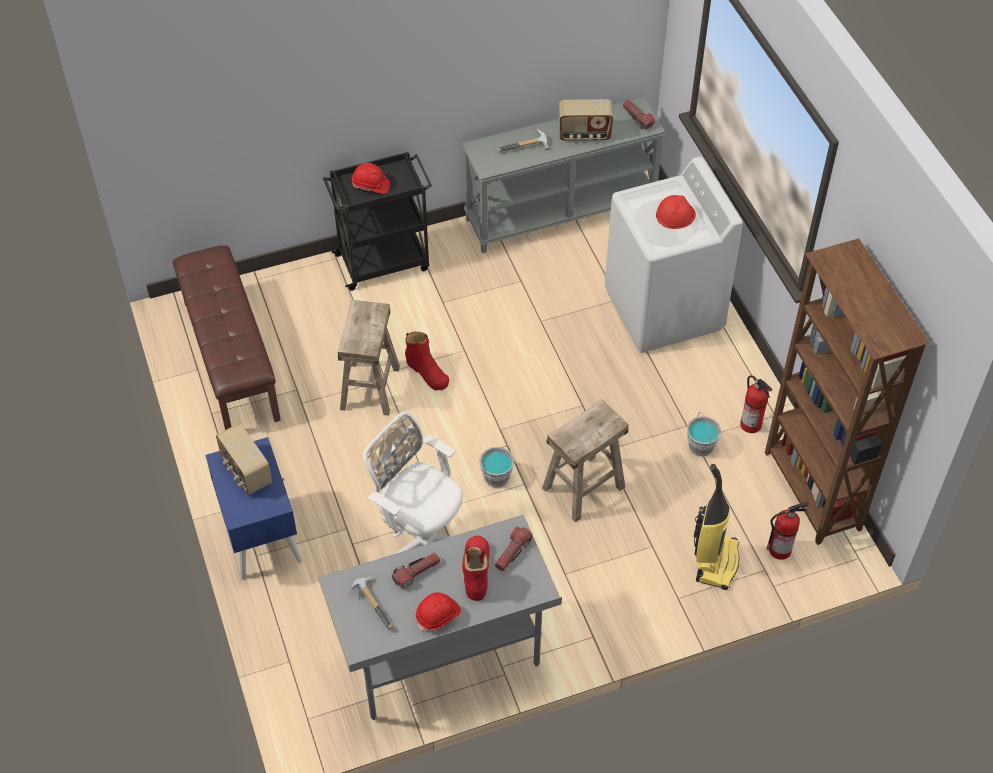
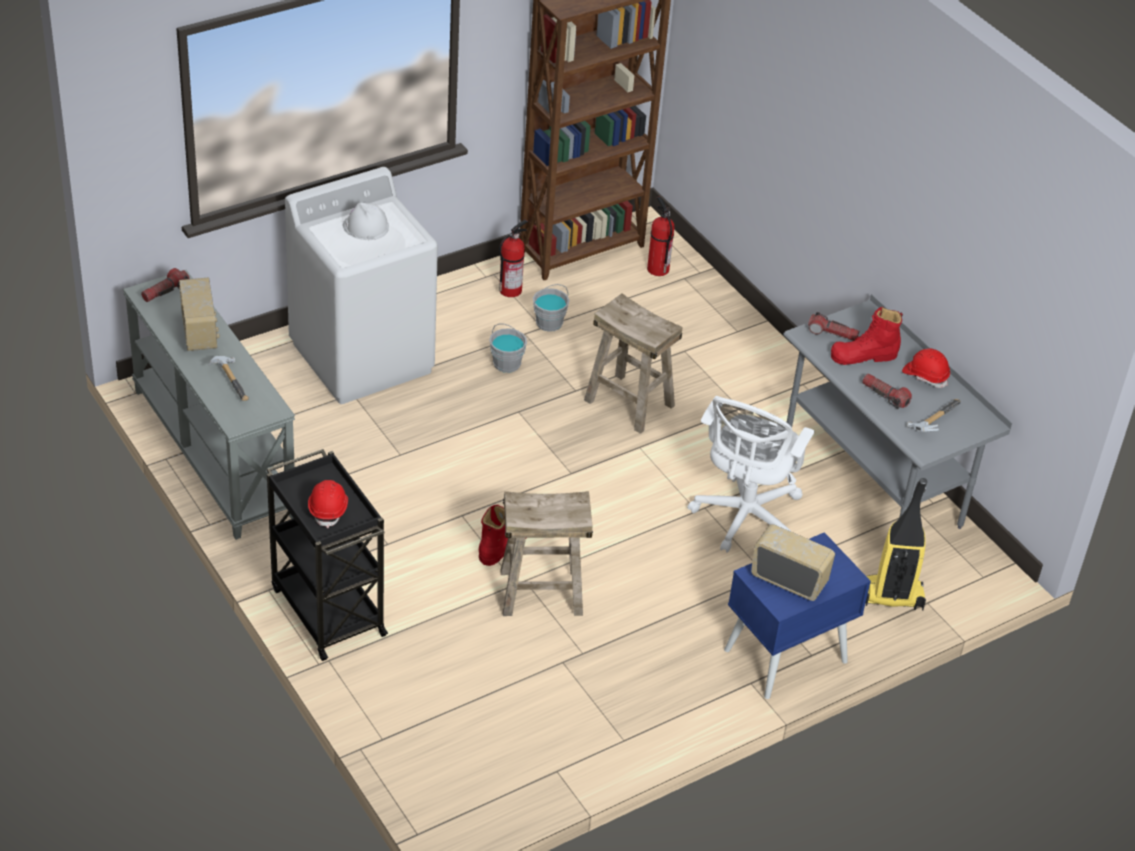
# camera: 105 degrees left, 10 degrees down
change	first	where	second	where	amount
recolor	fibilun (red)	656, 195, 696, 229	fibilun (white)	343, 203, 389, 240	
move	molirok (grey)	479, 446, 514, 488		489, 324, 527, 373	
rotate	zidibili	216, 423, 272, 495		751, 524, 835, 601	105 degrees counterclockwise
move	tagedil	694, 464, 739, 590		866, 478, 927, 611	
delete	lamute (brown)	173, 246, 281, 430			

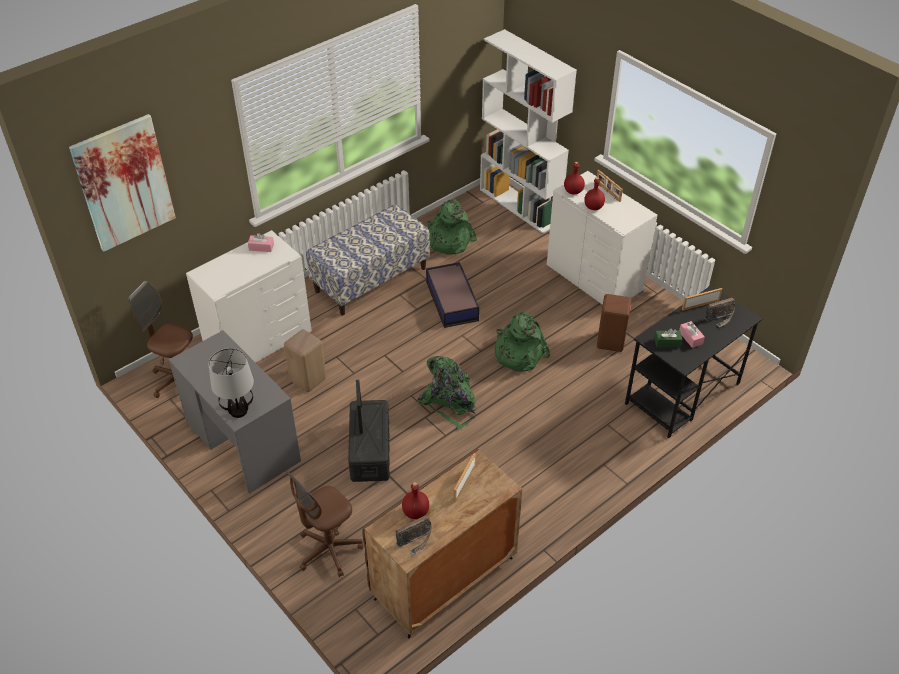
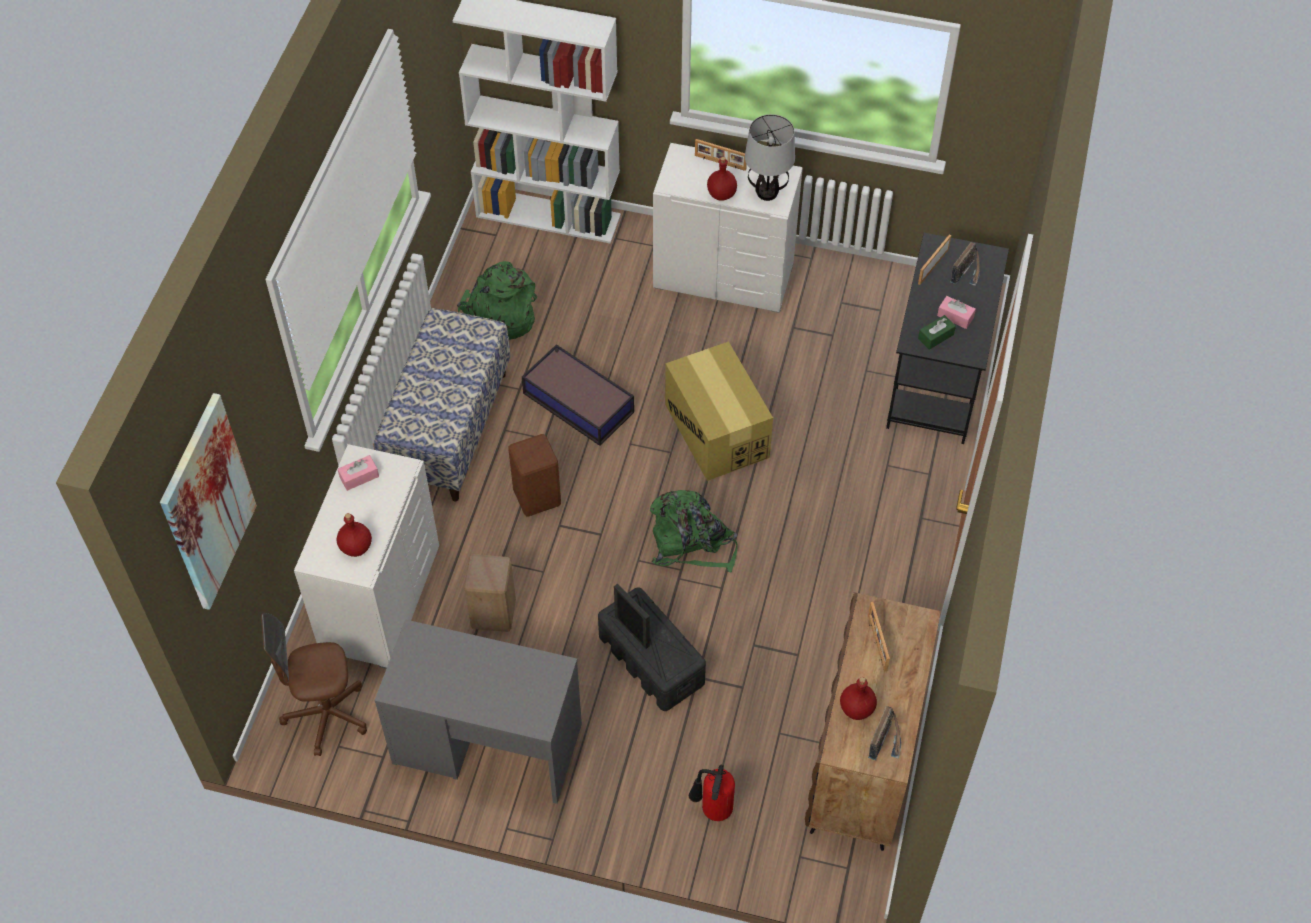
# camera: 35 degrees left, 10 degrees up
change	first	where	second	where	amount
move	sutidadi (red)	564, 162, 585, 195		337, 513, 372, 557	
move	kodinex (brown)	597, 294, 631, 352		508, 434, 561, 516	
replace	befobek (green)	495, 312, 550, 372	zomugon	665, 341, 773, 481	
replace	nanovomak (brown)	286, 471, 363, 577	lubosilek	689, 765, 735, 821	
move	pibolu	209, 348, 254, 418		745, 114, 795, 201	

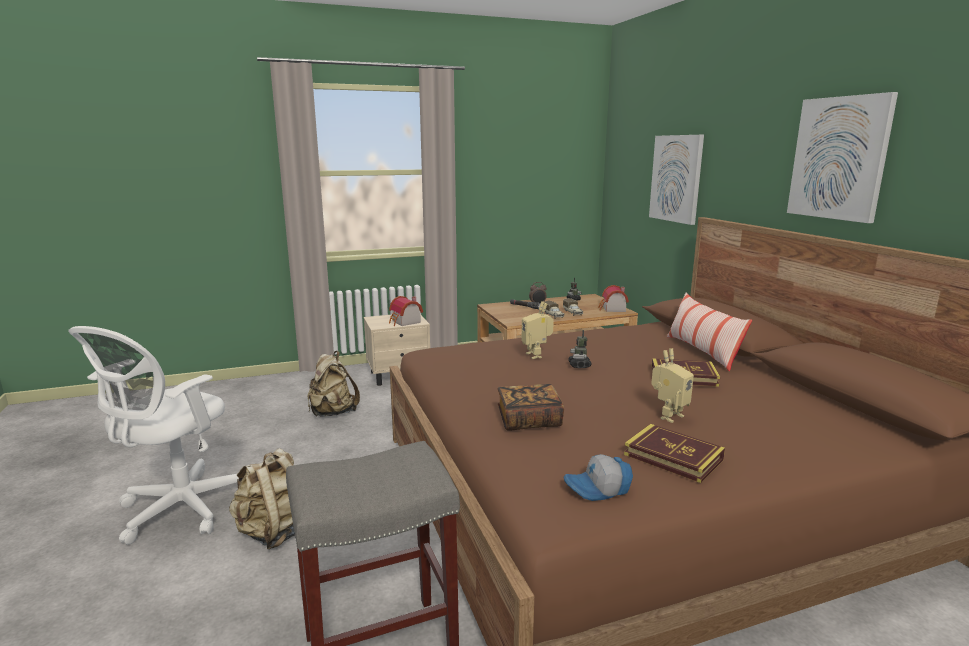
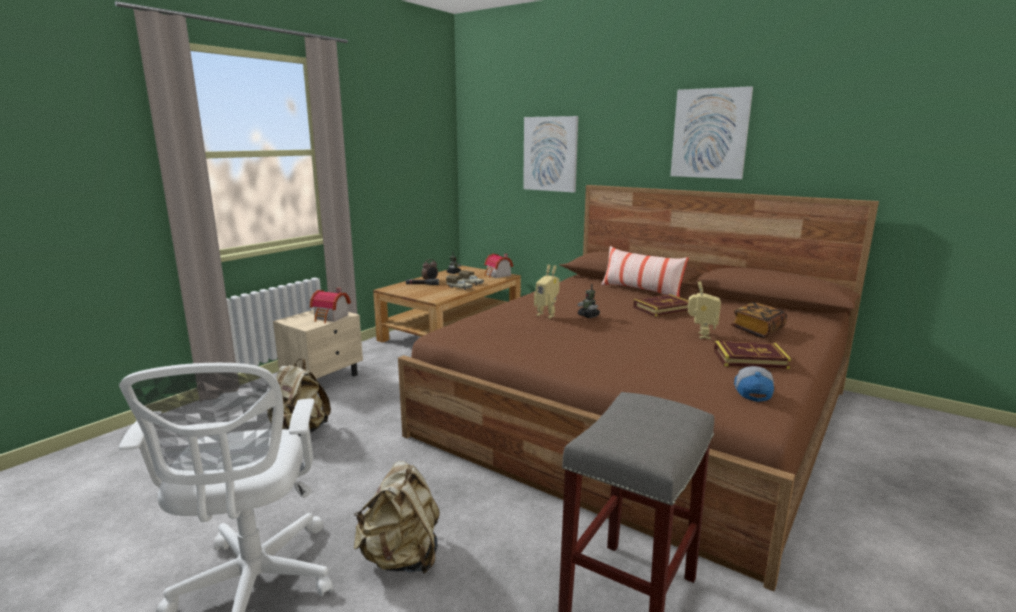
# camera: 35 degrees left, 0 degrees up
change	first	where	second	where	amount
move	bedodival	498, 384, 564, 431		731, 302, 787, 338	
rotate	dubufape	564, 454, 633, 501		734, 366, 774, 402	150 degrees clockwise

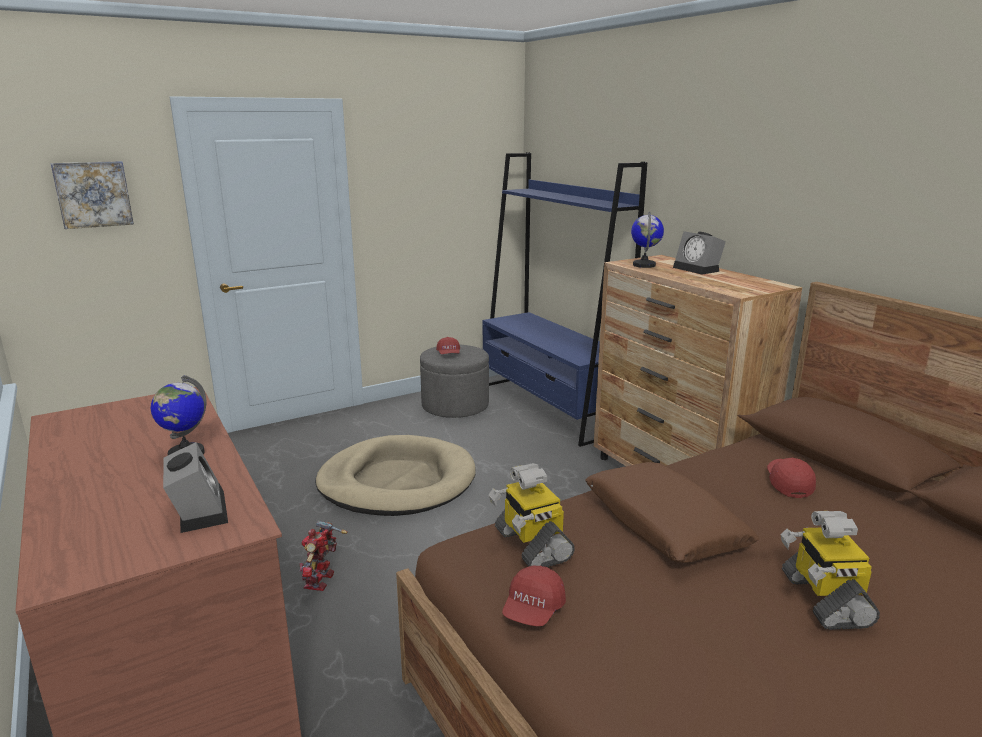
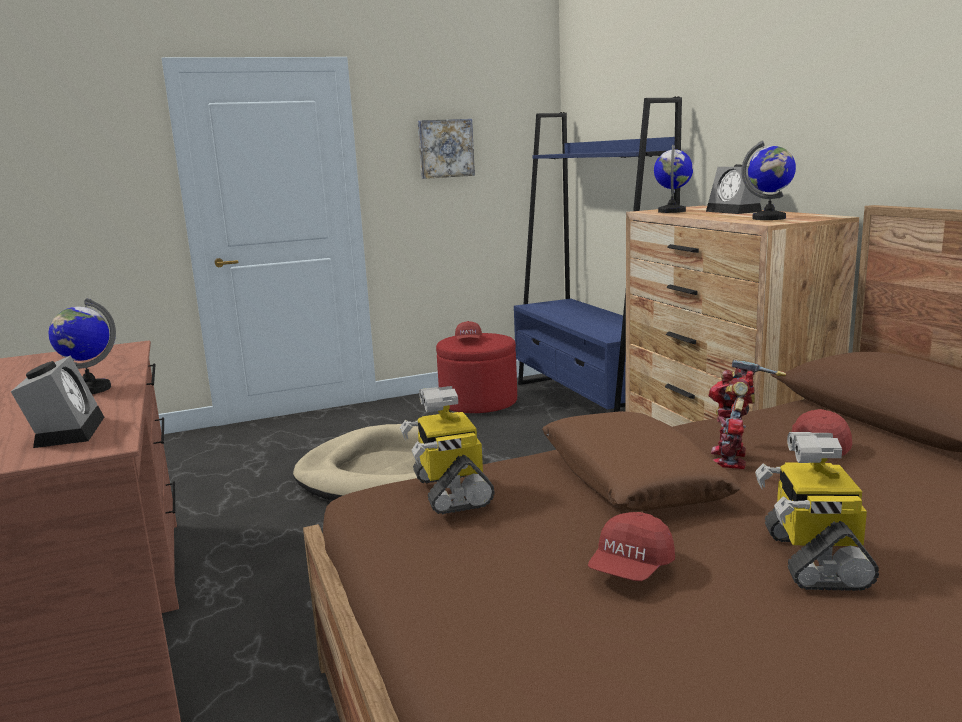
# camera: 10 degrees right, 5 degrees down
change	first	where	second	where	amount
move	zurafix	51, 161, 134, 229		418, 119, 475, 179	
recolor	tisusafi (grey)	420, 345, 489, 418	tisusafi (red)	436, 333, 517, 413	
move	dubufape (red)	502, 565, 566, 626		588, 512, 675, 581	
move	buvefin	299, 520, 347, 591		708, 359, 786, 469	
insert			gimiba	741, 140, 796, 220	

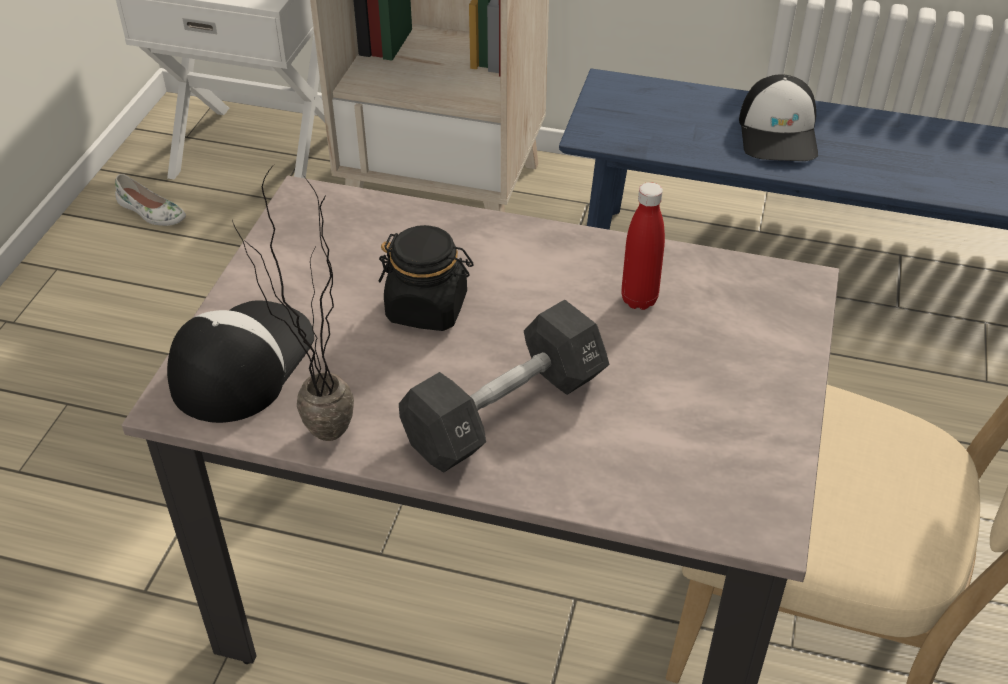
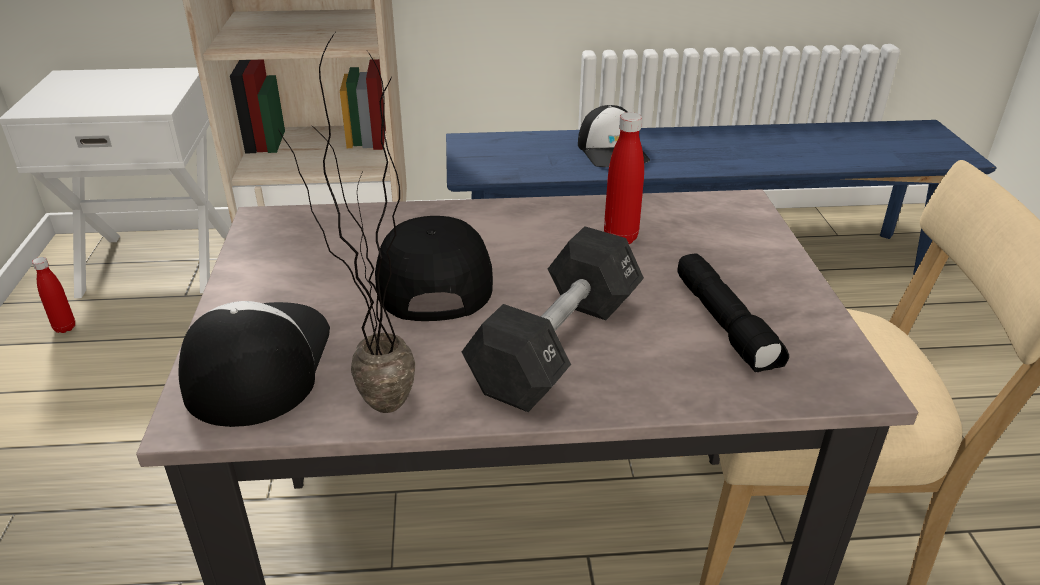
# camera: 20 degrees left, 10 degrees down
change	first	where	second	where	amount
replace	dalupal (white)	115, 174, 186, 226	sutidadi (red)	32, 257, 75, 333	
replace	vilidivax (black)	379, 225, 474, 331	dubufape (black)	375, 216, 493, 321	
insert			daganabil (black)	677, 254, 789, 372	

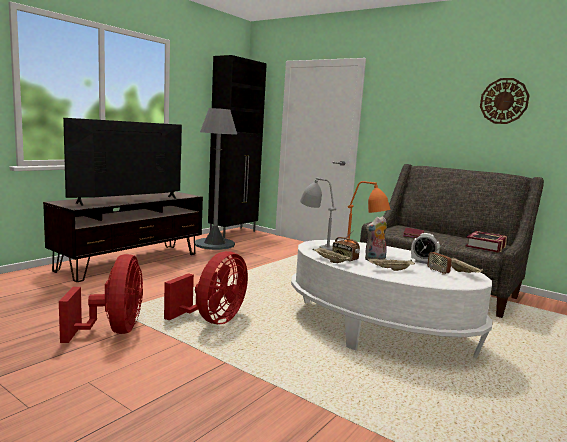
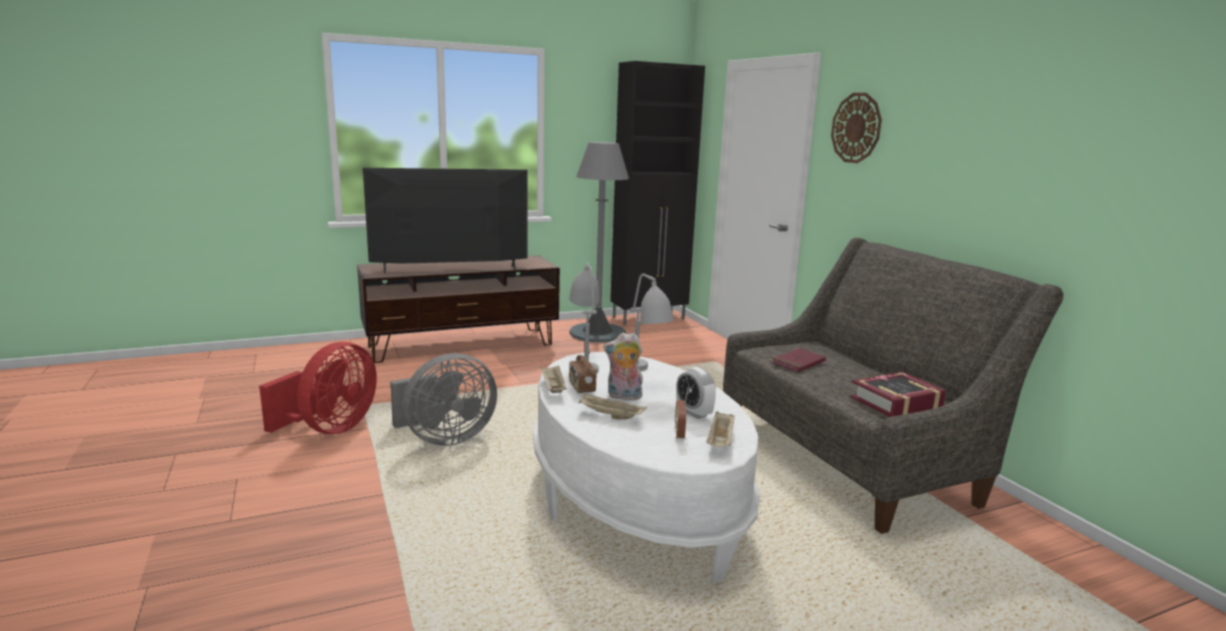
# camera: 30 degrees right, 5 degrees up
change	first	where	second	where	amount
recolor	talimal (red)	164, 251, 248, 324	talimal (grey)	390, 353, 497, 446	
recolor	pibolu (orange)	342, 181, 391, 244	pibolu (grey)	630, 274, 674, 371	
move	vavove	480, 78, 530, 124		831, 93, 882, 163	

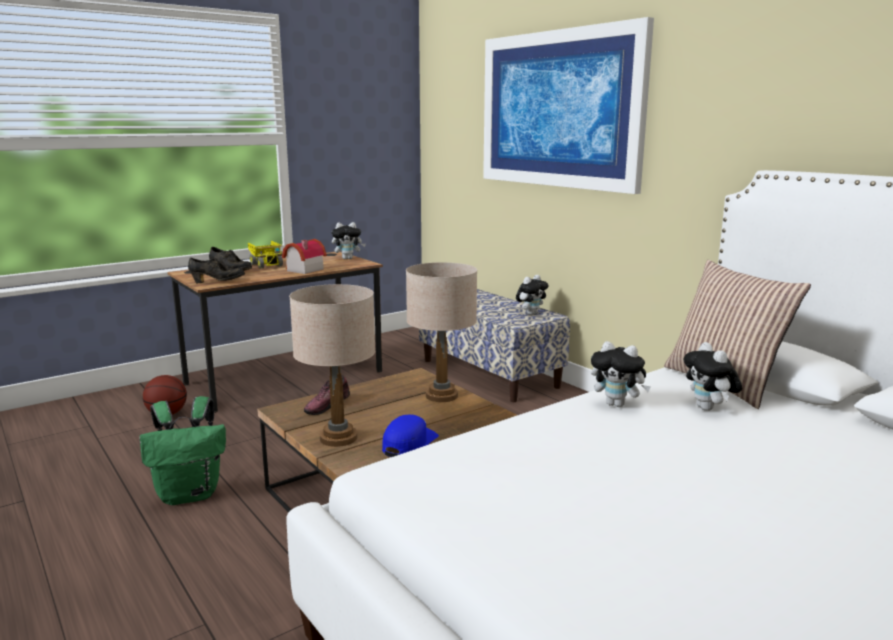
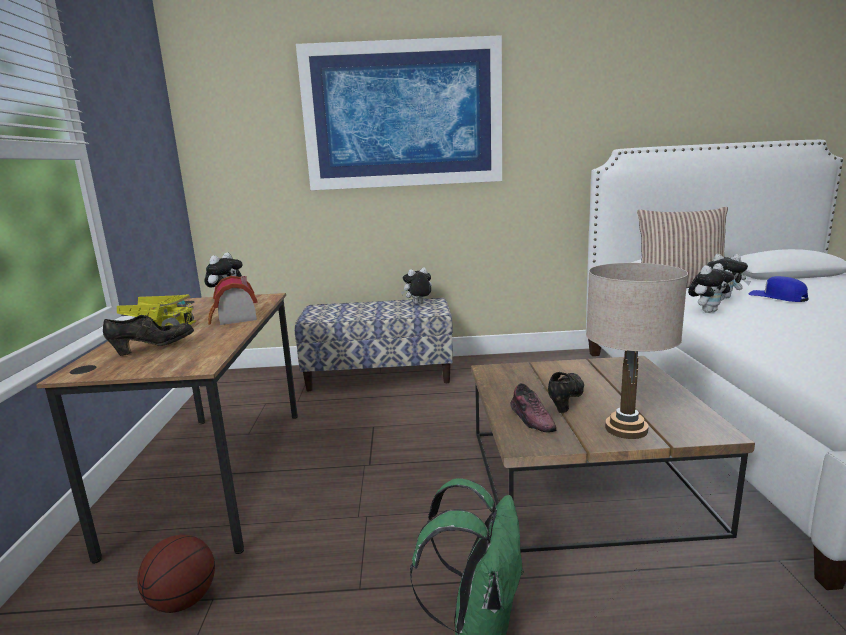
# camera: 55 degrees left, 0 degrees up
change	first	where	second	where	amount
rotate	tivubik	516, 275, 548, 315		401, 267, 432, 304	105 degrees counterclockwise
move	dalupal (black)	188, 258, 245, 283		548, 372, 584, 413	
move	dubufape (blue)	382, 415, 439, 457		749, 276, 809, 302	
delete	pibolu (beige)	406, 262, 477, 402			

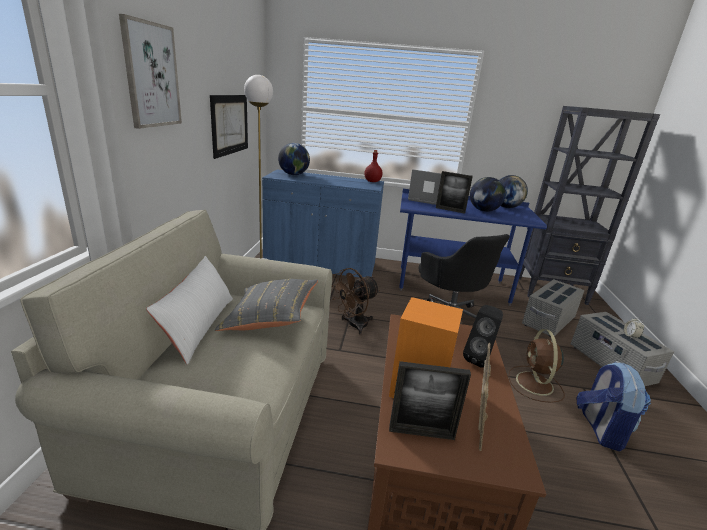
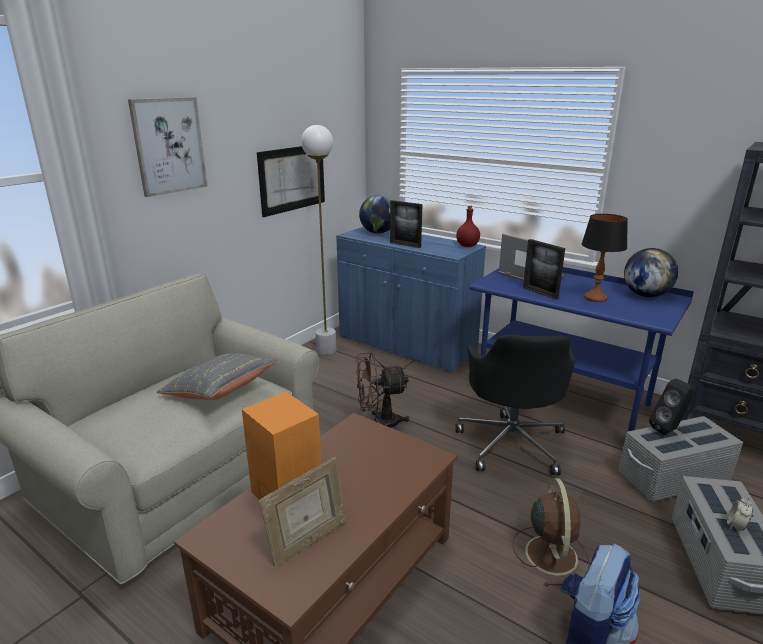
# camera: 30 degrees right, 0 degrees up
change	first	where	second	where	amount
move	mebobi	389, 361, 471, 440		390, 200, 422, 248	
rotate	talimal (brown)	508, 329, 565, 403		512, 478, 589, 586	150 degrees clockwise
replace	gimiba	470, 177, 506, 212	pibolu	582, 214, 628, 302	
move	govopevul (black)	463, 305, 503, 367		649, 379, 695, 435	
delete	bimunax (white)	146, 256, 233, 365			

